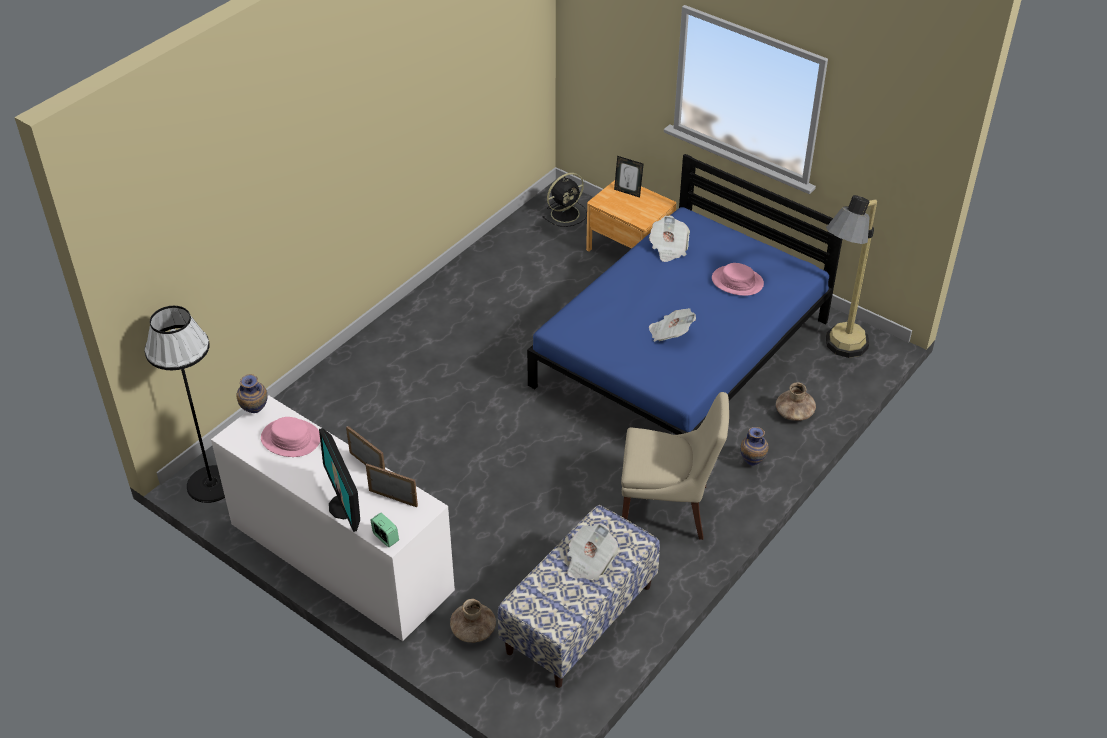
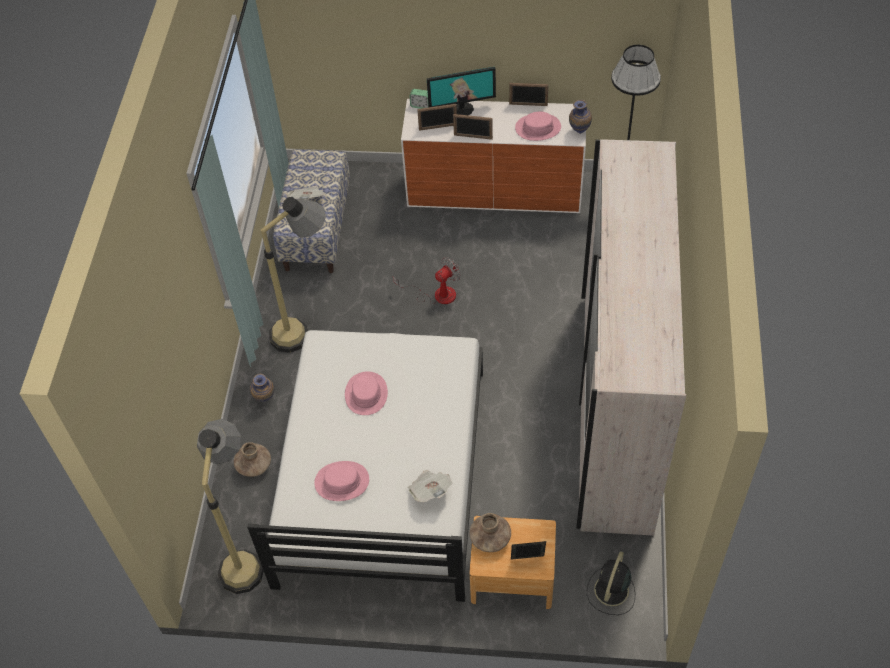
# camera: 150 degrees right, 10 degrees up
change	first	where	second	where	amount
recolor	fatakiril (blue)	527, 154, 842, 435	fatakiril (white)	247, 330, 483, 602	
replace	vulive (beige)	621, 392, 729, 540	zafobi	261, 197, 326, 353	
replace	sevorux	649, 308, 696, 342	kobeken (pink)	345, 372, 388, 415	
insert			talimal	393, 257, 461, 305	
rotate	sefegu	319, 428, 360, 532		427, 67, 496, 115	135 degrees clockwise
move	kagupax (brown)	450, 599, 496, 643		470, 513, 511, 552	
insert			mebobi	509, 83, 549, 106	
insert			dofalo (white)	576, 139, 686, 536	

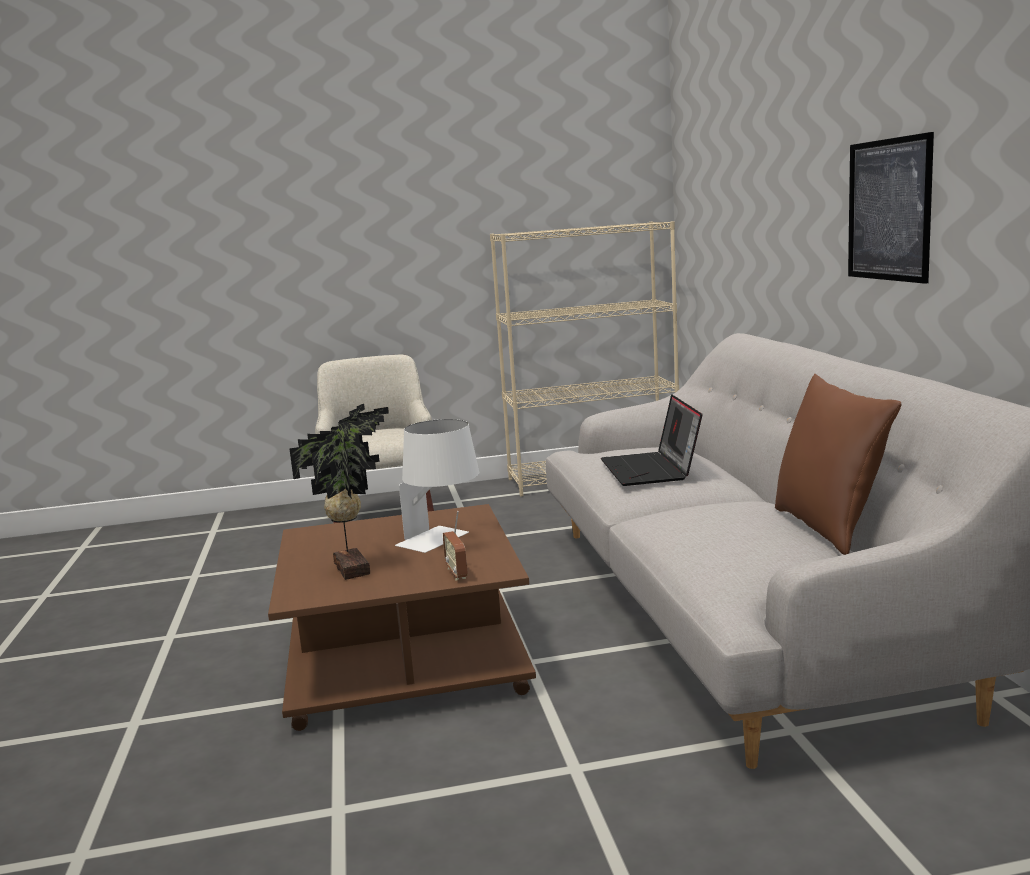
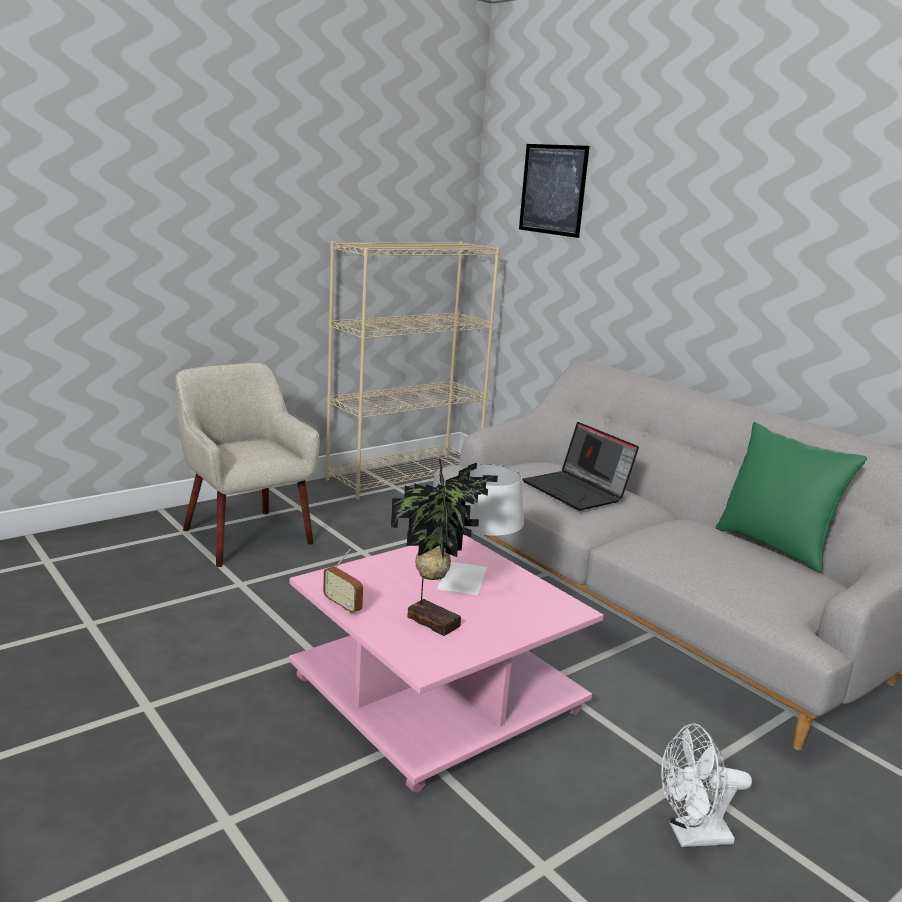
# camera: 30 degrees left, 5 degrees up
change	first	where	second	where	amount
recolor	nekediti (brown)	268, 504, 536, 731	nekediti (pink)	289, 535, 604, 793	
move	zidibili	443, 511, 468, 580		323, 549, 363, 614	
move	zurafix	848, 132, 934, 284		519, 144, 590, 238	
insert			talimal (white)	661, 723, 752, 847	
recolor	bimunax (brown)	775, 374, 901, 555	bimunax (green)	715, 422, 867, 573	

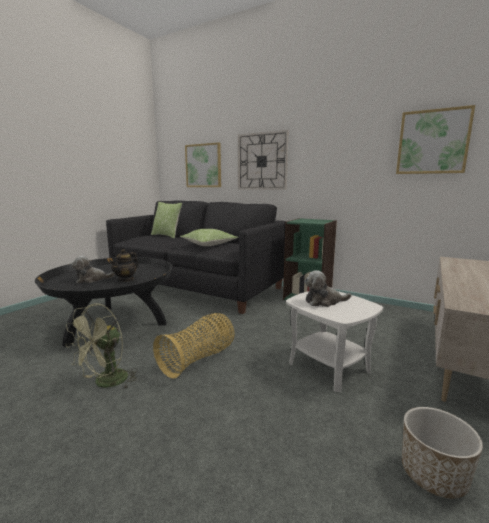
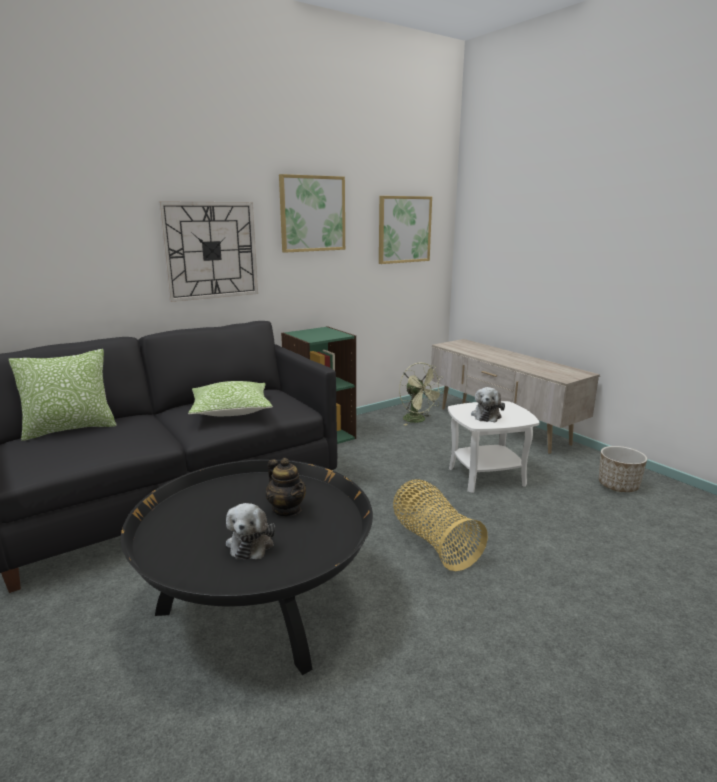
# camera: 65 degrees left, 5 degrees up
change	first	where	second	where	amount
move	zurafix	185, 142, 221, 187		279, 174, 345, 253	
move	talimal (green)	65, 303, 138, 389		399, 362, 444, 426	

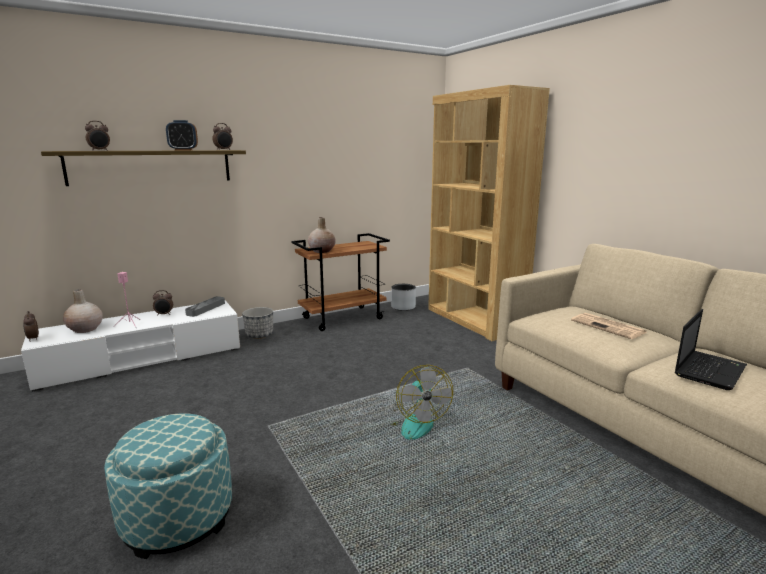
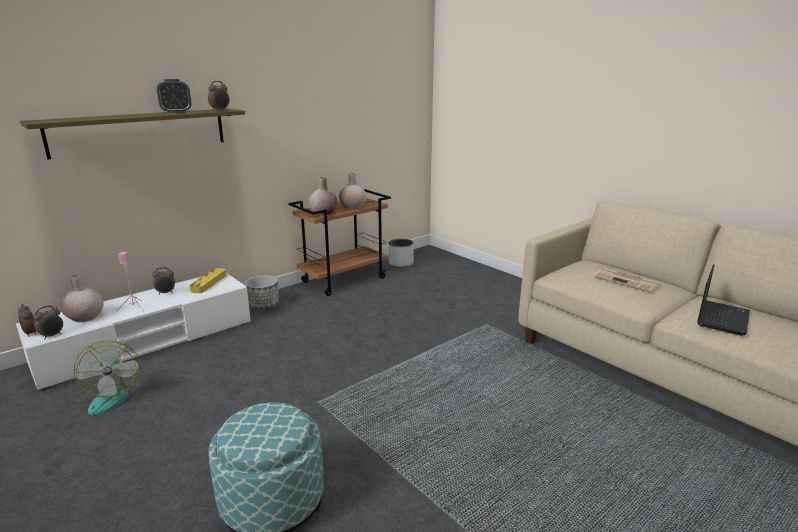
# camera: 10 degrees left, 5 degrees up
change	first	where	second	where	amount
move	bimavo	85, 121, 110, 151		33, 306, 63, 339	
move	talimal	391, 365, 453, 440		73, 340, 141, 415	
recolor	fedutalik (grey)	185, 296, 225, 317	fedutalik (yellow)	190, 268, 226, 293	
insert			kagupax (beige)	339, 173, 367, 210	
delete	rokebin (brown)	428, 85, 550, 341			

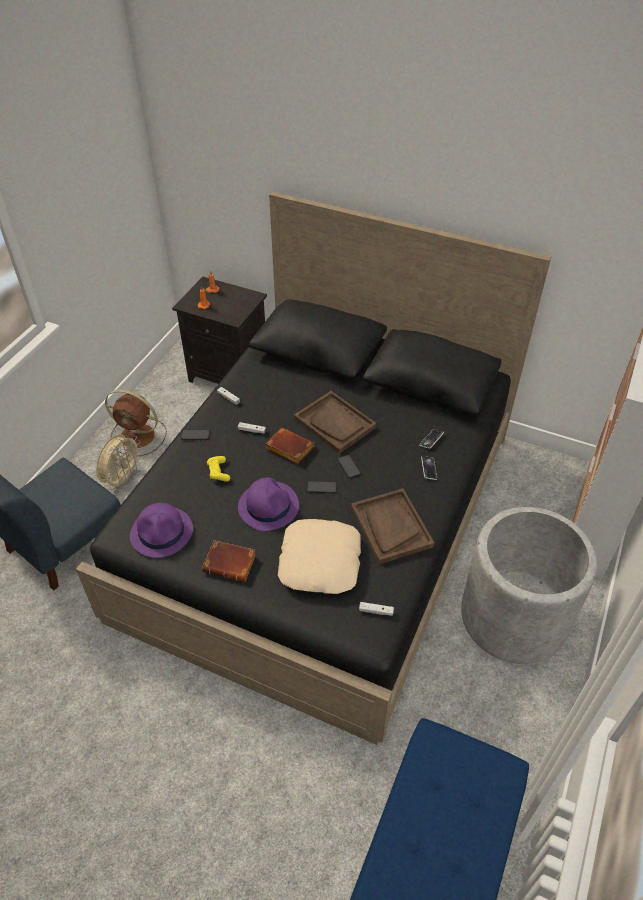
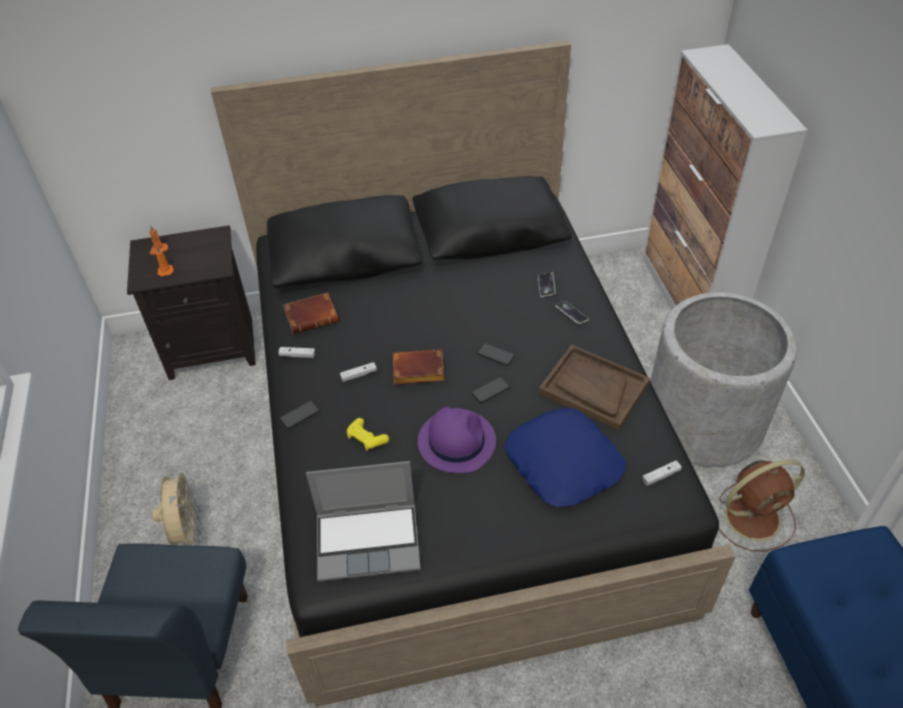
# camera: 35 degrees left, 0 degrees up
change	first	where	second	where	amount
move	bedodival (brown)	202, 540, 256, 582		283, 292, 339, 334	
replace	kobeken (purple)	130, 503, 193, 558	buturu	306, 461, 421, 582	
recolor	bimunax (beige)	278, 519, 361, 594	bimunax (blue)	505, 408, 626, 507	
move	talimal (brown)	105, 389, 167, 456		719, 459, 805, 551	
delete	fedutalik (brown)	294, 391, 377, 454			

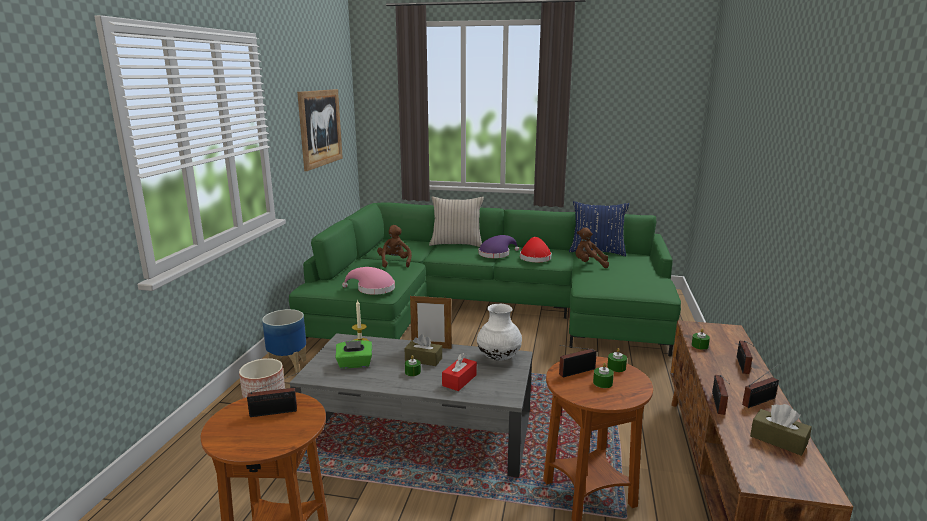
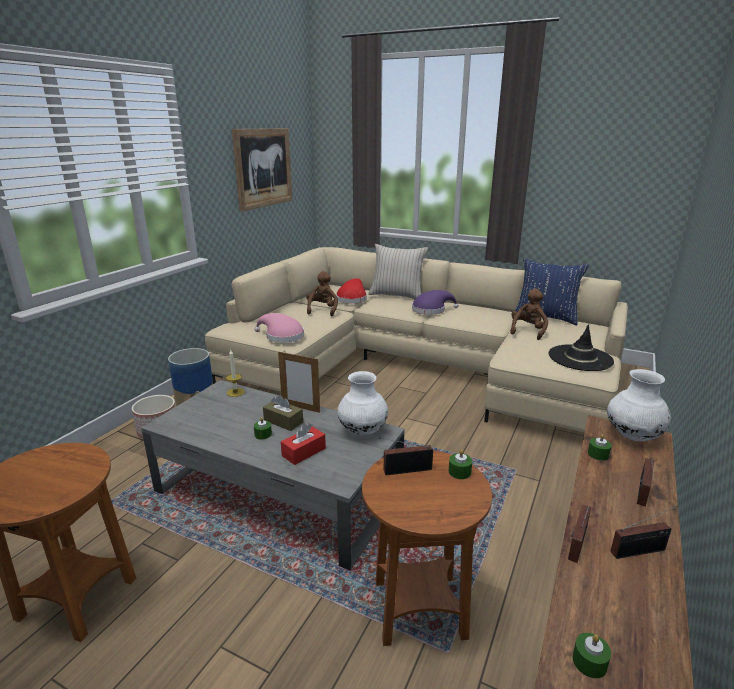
# camera: 15 degrees right, 5 degrees up
change	first	where	second	where	amount
recolor	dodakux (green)	289, 202, 681, 357	dodakux (beige)	205, 247, 628, 433	
move	kobeken (red)	520, 237, 551, 262		336, 278, 367, 304	
rotate	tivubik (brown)	575, 228, 609, 268		510, 289, 548, 340	90 degrees clockwise
insert			kobeken (black)	549, 324, 614, 371	
move	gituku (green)	593, 363, 614, 388		572, 633, 611, 678	
insert			kagupax (white)	607, 369, 671, 441	
delete	zidibili	247, 372, 299, 417			
delete	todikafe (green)	335, 340, 372, 369			
delete	todikafe (brown)	750, 404, 812, 456			

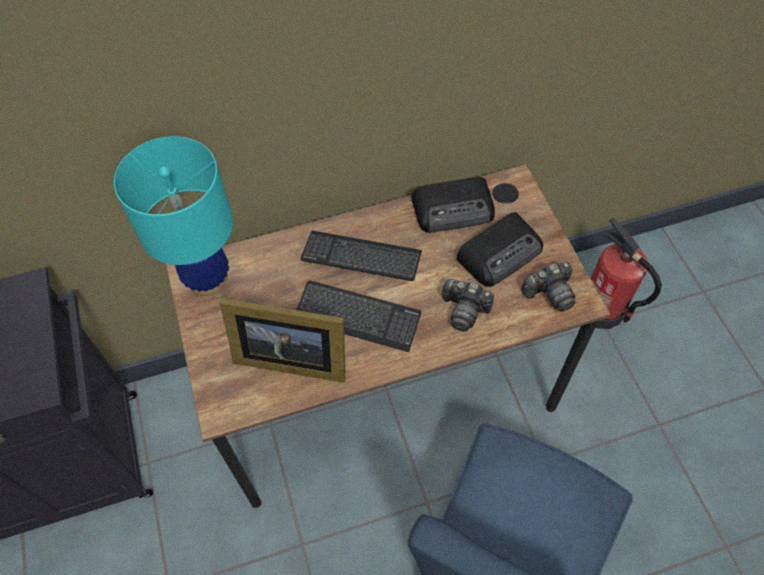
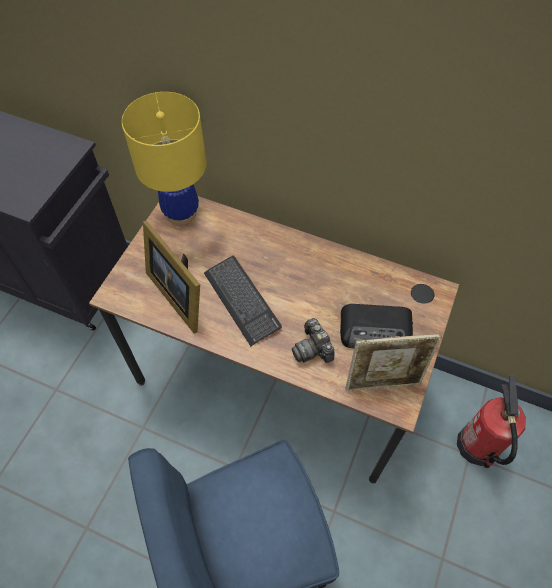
# camera: 40 degrees right, 0 degrees up
change	first	where	second	where	amount
recolor	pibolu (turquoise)	114, 136, 233, 296	pibolu (yellow)	122, 92, 207, 225	
replace	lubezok	521, 262, 576, 312	mebobi	345, 334, 442, 391	
delete	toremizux	301, 231, 422, 281			
delete	zidibili	411, 177, 495, 233			

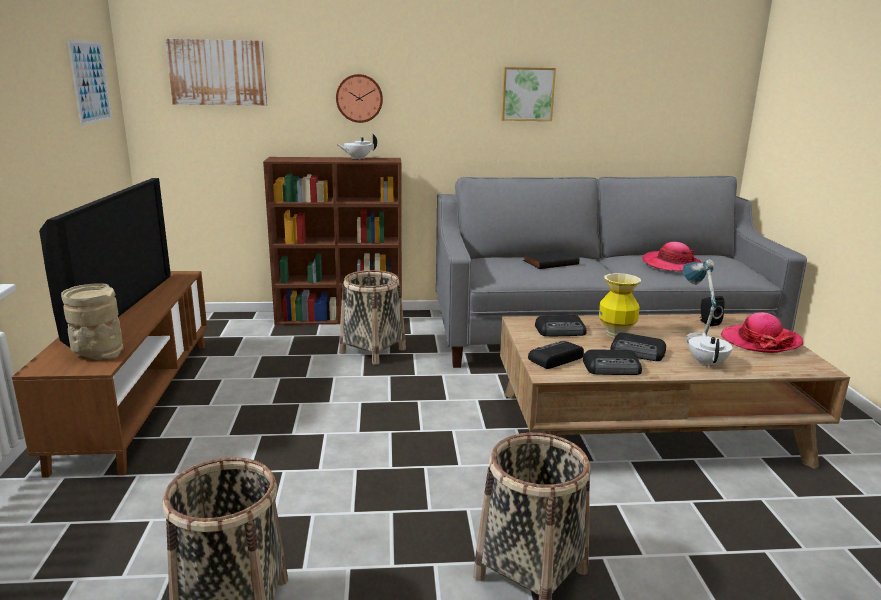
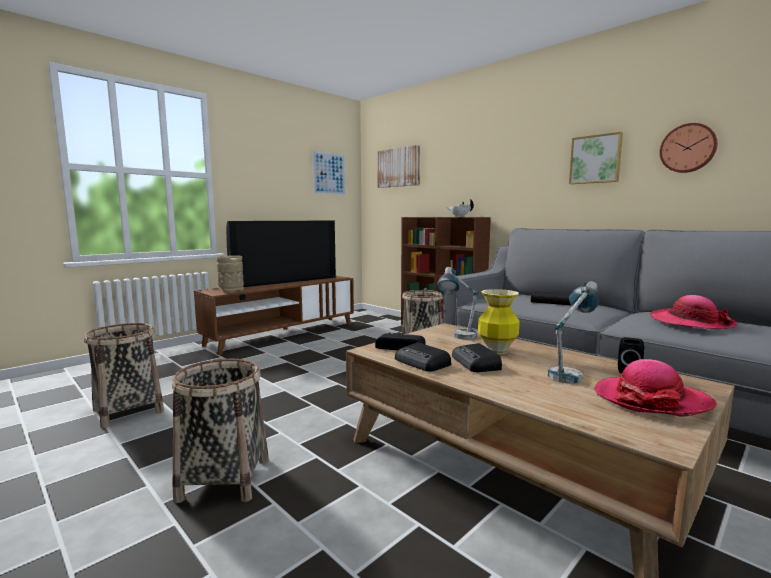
# camera: 50 degrees right, 10 degrees down
change	first	where	second	where	amount
replace	zidibili	535, 315, 586, 336	pibolu	437, 267, 478, 340	
move	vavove	336, 74, 383, 123		660, 123, 718, 173	
delete	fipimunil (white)	689, 332, 733, 368			

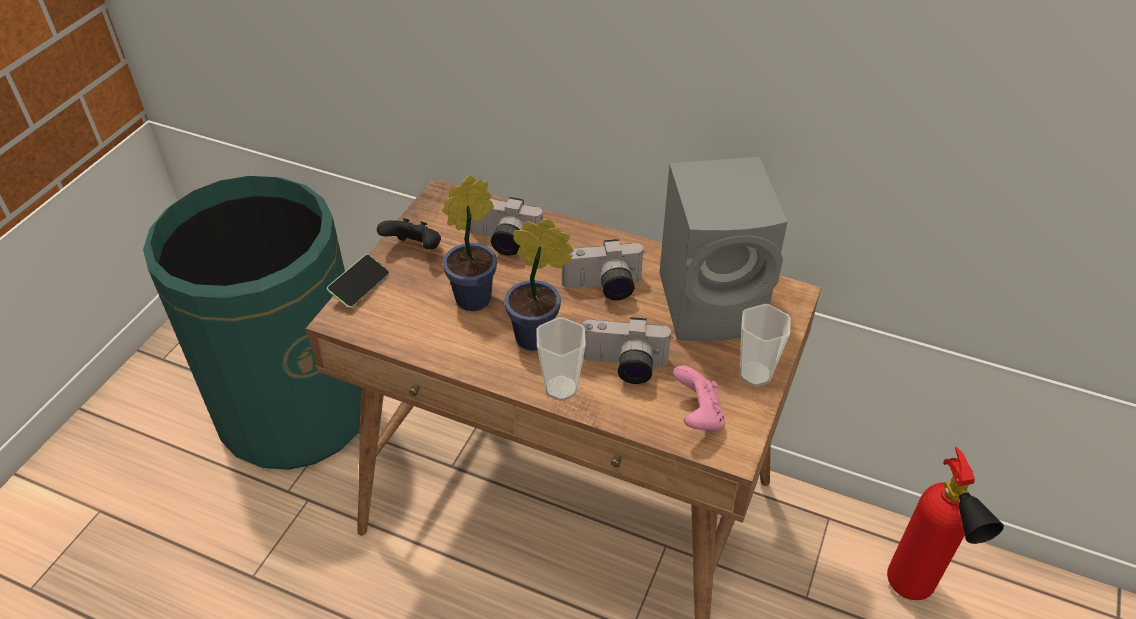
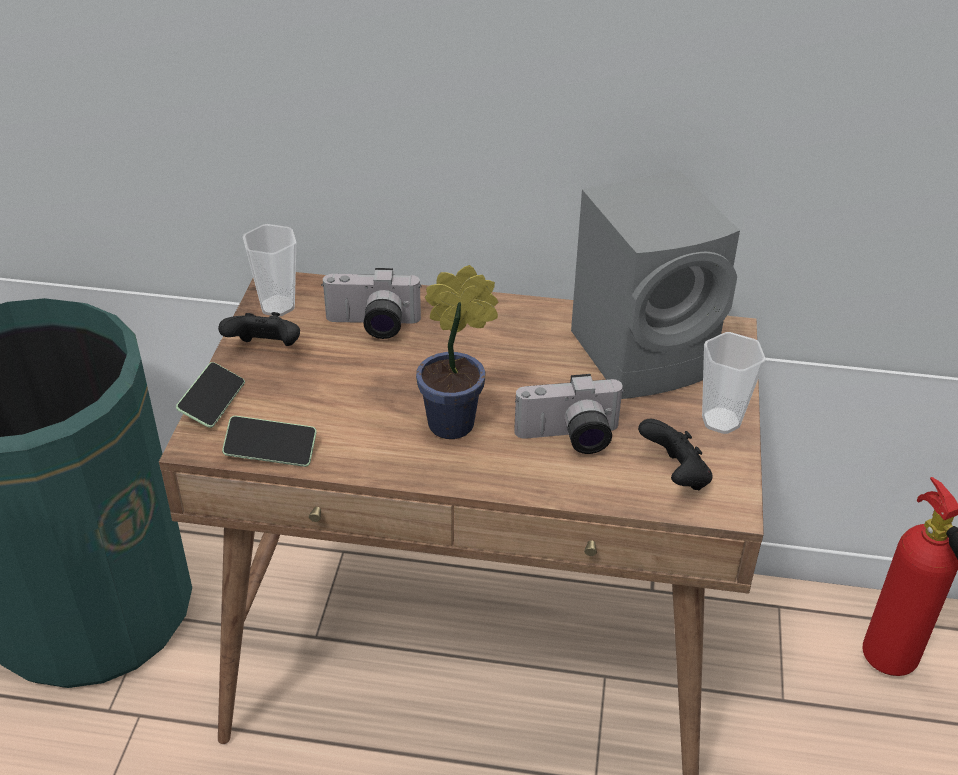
# camera: 15 degrees left, 5 degrees down
change	first	where	second	where	amount
insert			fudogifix	222, 416, 317, 467	
move	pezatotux	537, 317, 586, 401		243, 224, 296, 317	
recolor	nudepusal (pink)	673, 365, 725, 432	nudepusal (black)	638, 419, 713, 490	
delete	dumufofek	442, 175, 497, 311			
delete	lubezok	562, 239, 645, 300			

